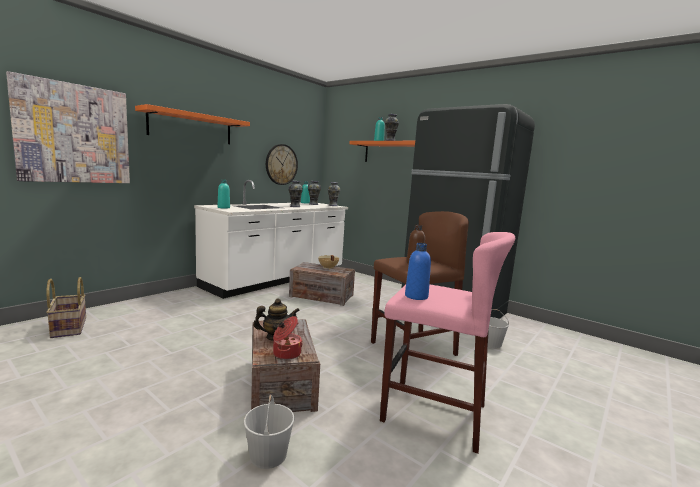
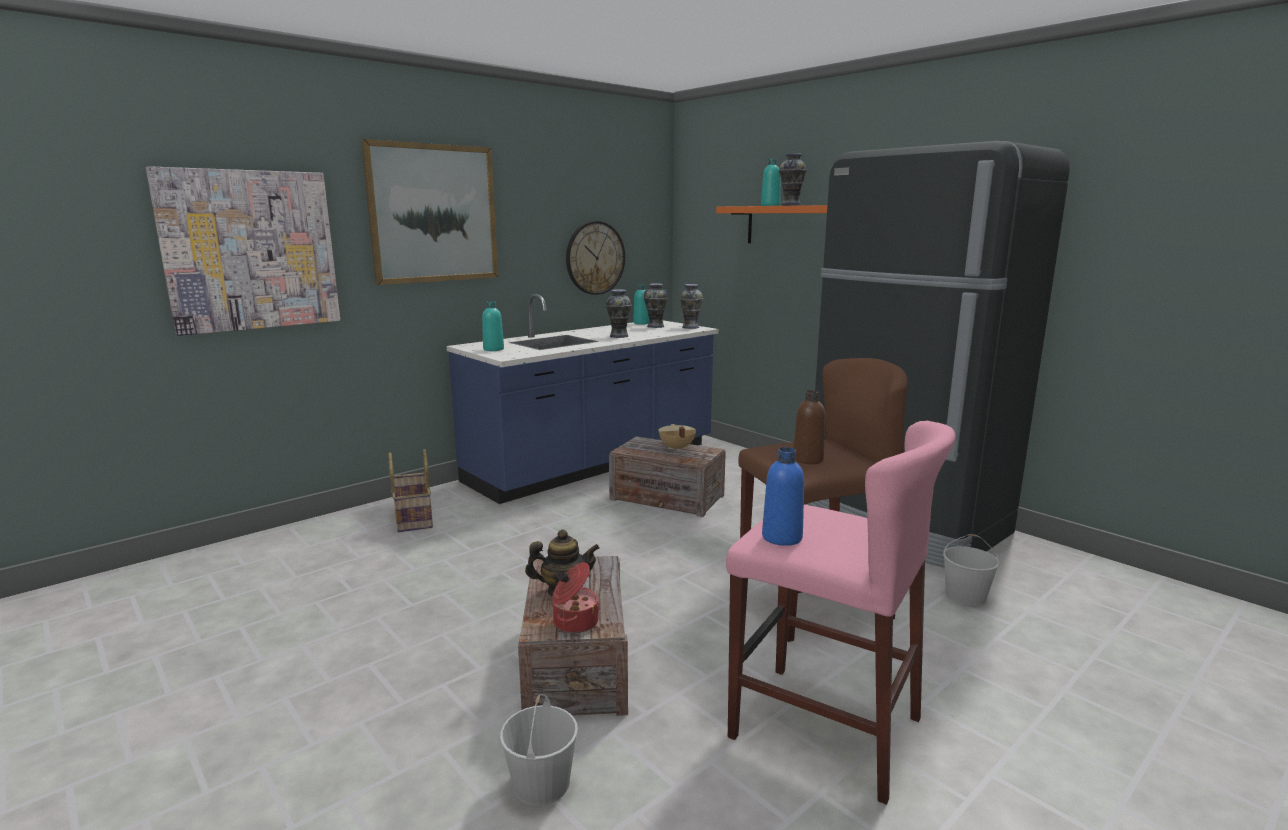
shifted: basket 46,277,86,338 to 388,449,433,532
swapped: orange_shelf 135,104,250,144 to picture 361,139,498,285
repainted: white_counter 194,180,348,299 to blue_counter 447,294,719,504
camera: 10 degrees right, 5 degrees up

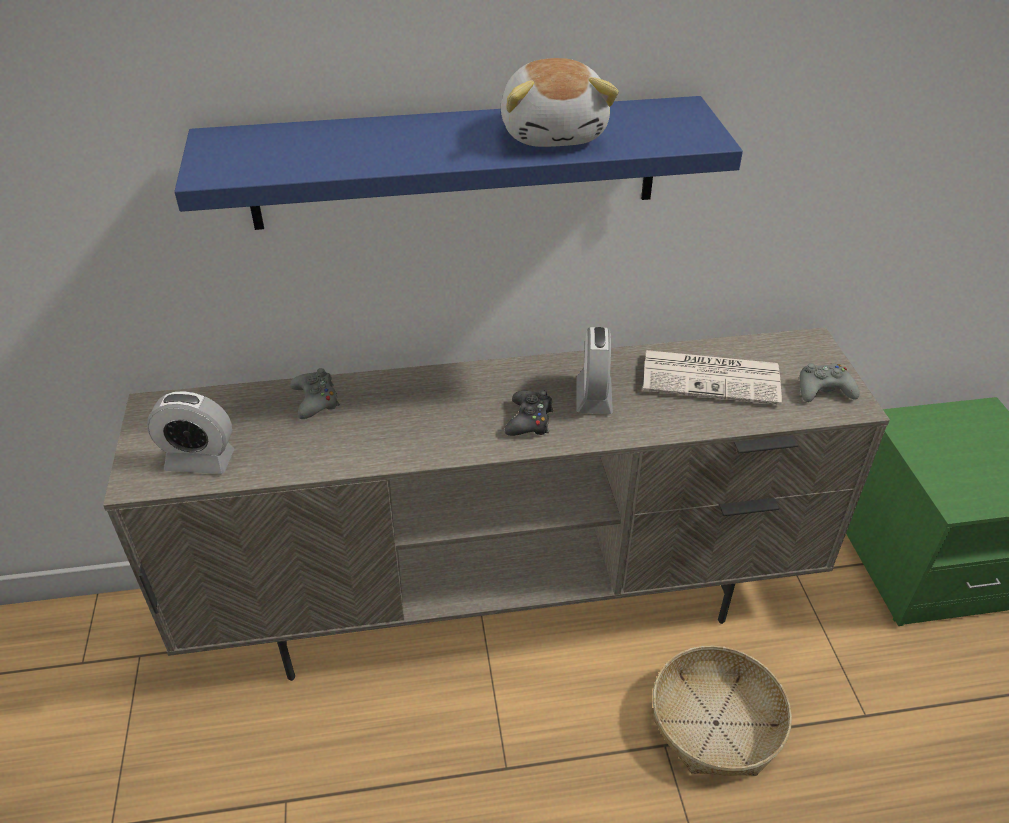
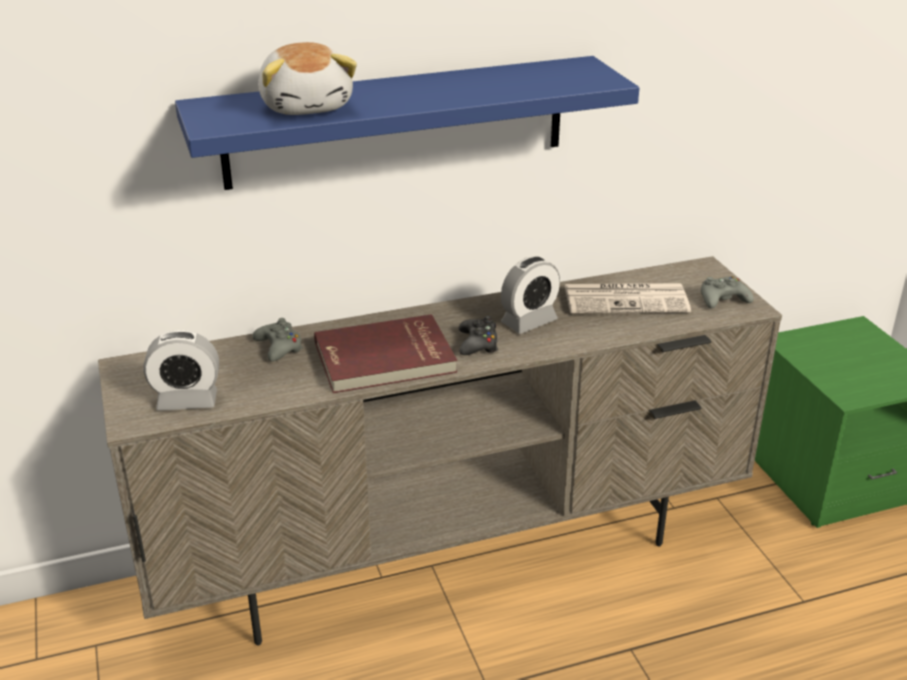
gone: basket 653,645,792,776
new: red_book 314,314,457,393
shifted: plush_toy 501,58,619,147 to 258,42,357,115
rotated: alarm_clock 576,327,613,414 = 501,256,560,334 60 degrees clockwise
camera: 10 degrees left, 10 degrees down

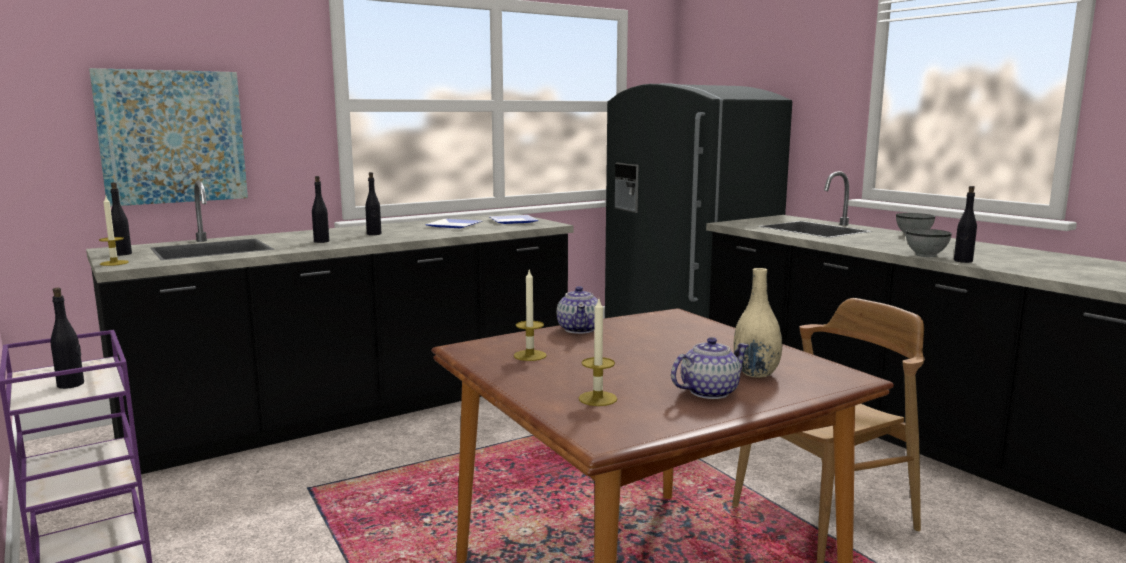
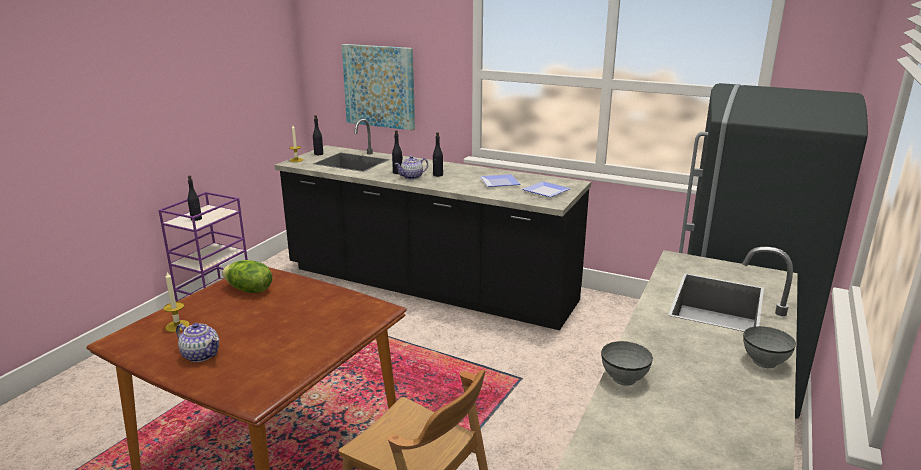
gone: beige_vase 733,268,782,378; black_bottle 954,186,977,263
shifted: teapot 557,286,598,334 to 395,156,428,180
swapped: candle 514,268,546,361 to lettuce 222,260,272,293
camera: 60 degrees right, 10 degrees up

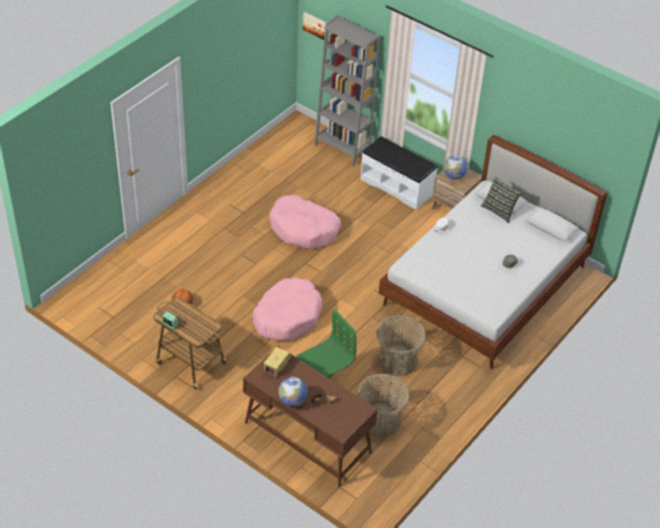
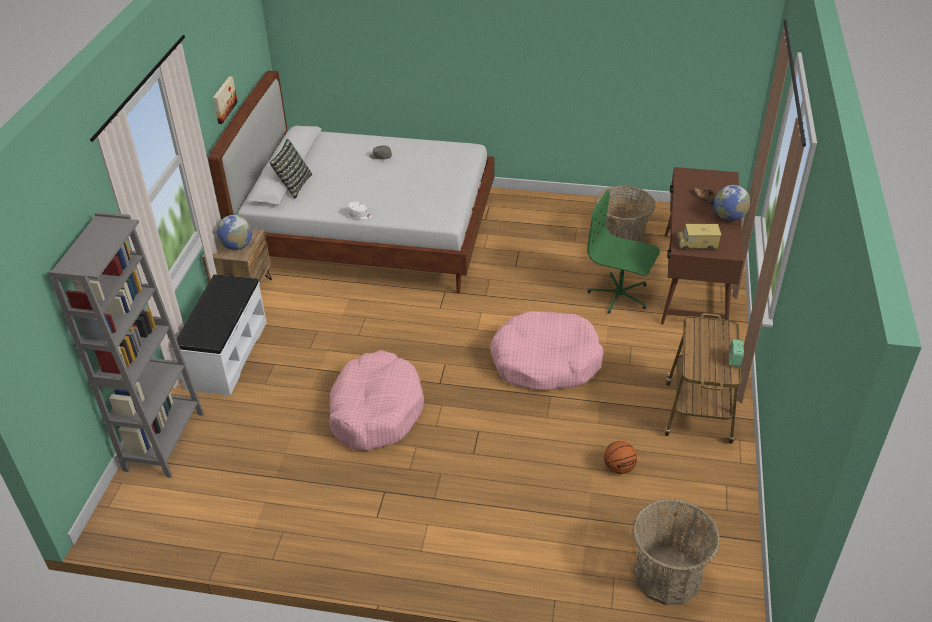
shifted: picture 303,12,326,40 to 213,76,238,124; basket 376,316,426,376 to 632,499,720,605
camera: 115 degrees left, 5 degrees down

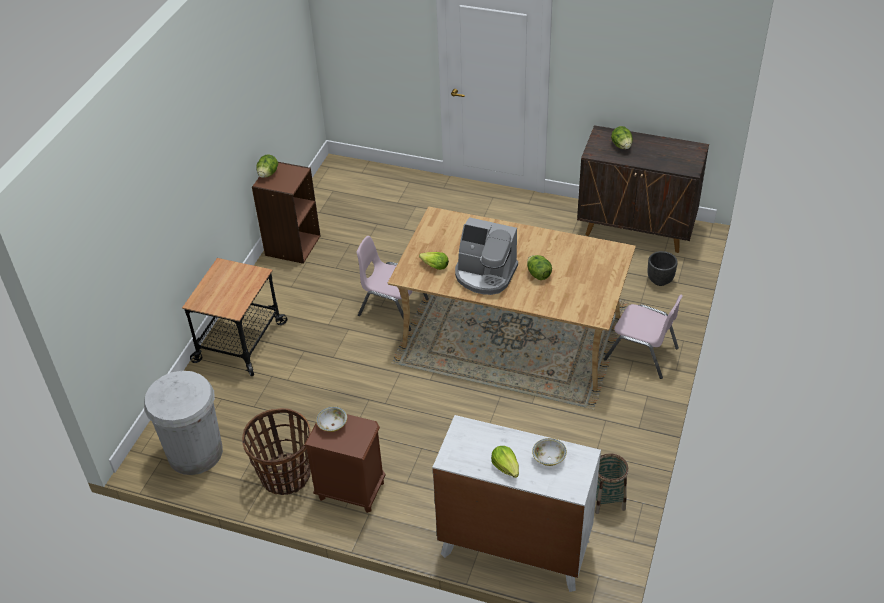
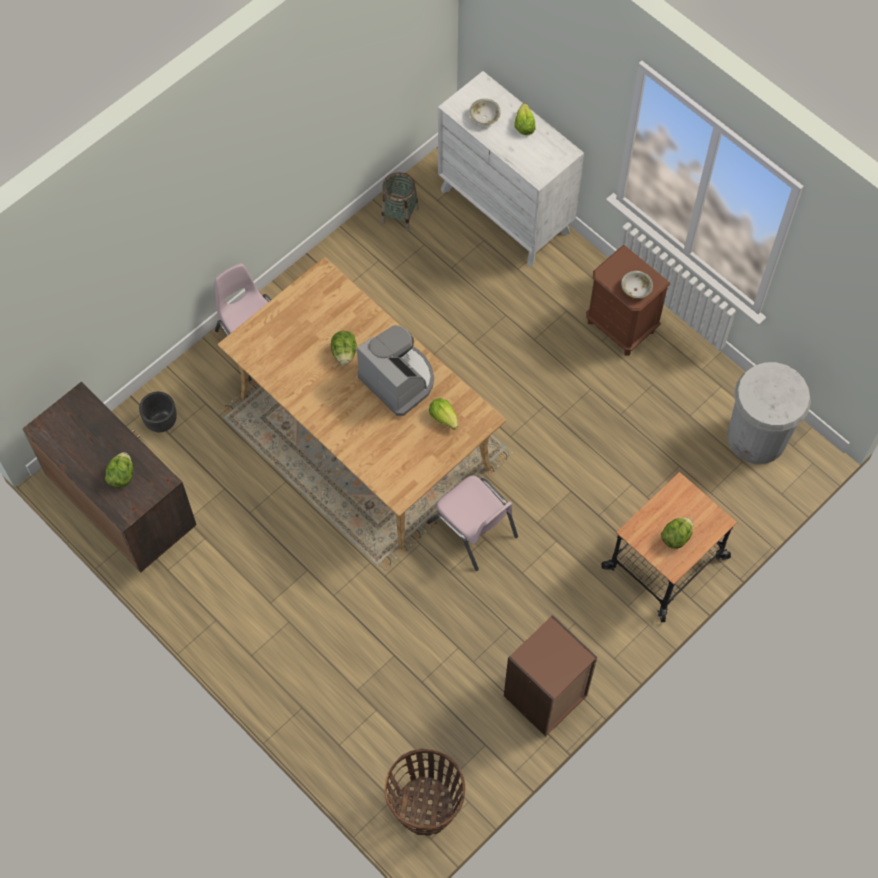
shifted: basket 242,408,311,495 to 384,748,465,836; lettuce 256,155,278,178 to 661,517,693,549
camera: 155 degrees left, 20 degrees up

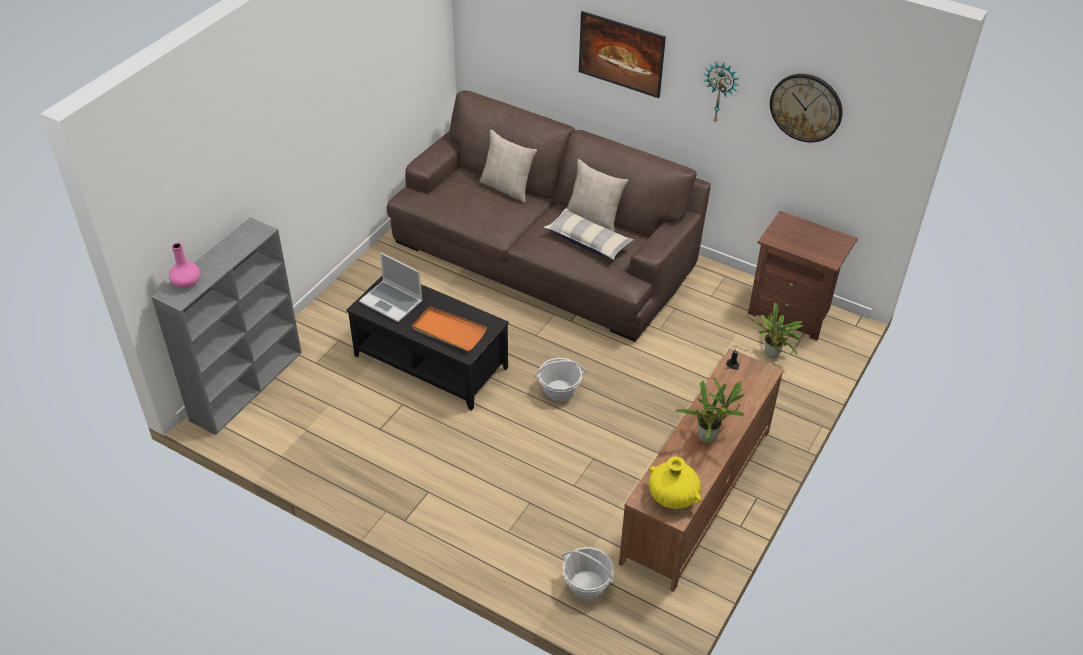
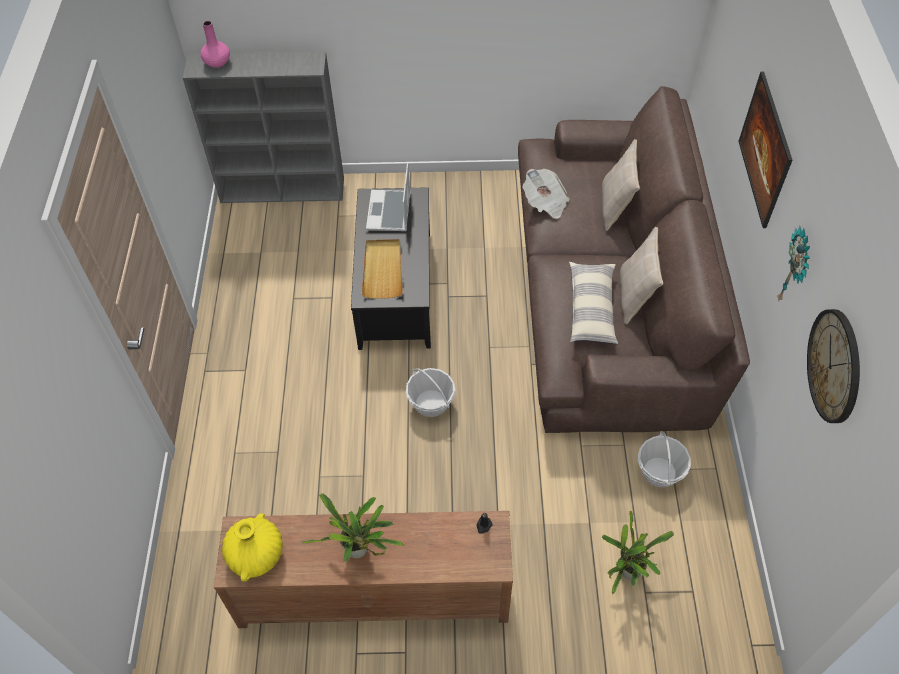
gone: brown_nightstand 748,211,858,341
new: newspaper 523,169,570,219
shifted: basket 562,547,615,599 to 638,431,691,487
repainted: orange_tray 412,306,487,351 to beige_tray 361,239,403,299
camera: 60 degrees right, 10 degrees up

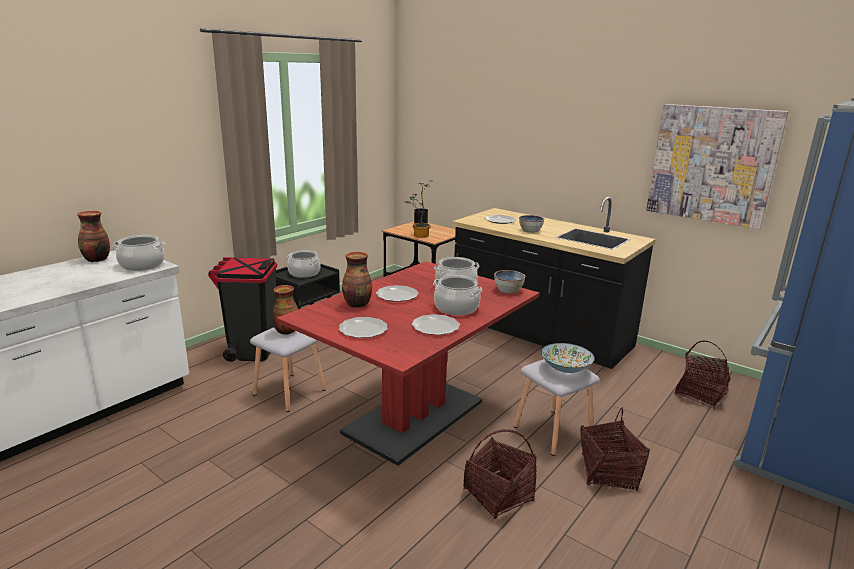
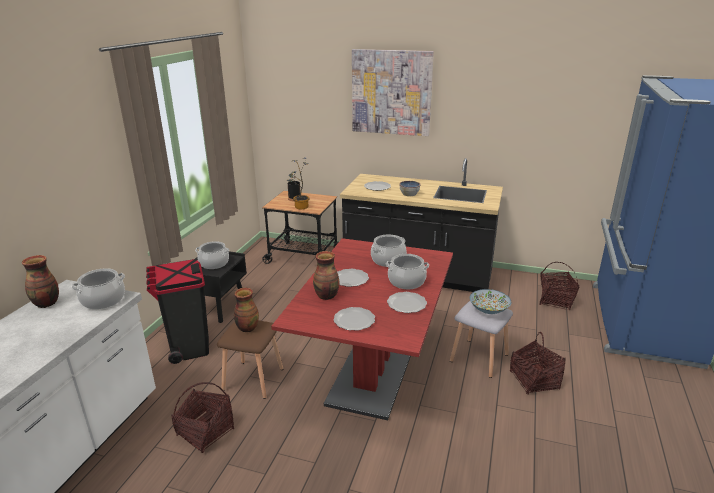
gone: bowl 494,270,525,294
shifted: basket 463,429,537,519 to 171,382,234,453; picture 646,104,788,229 to 352,49,434,136
repainted: grey_stool 250,327,326,412 to brown_stool 217,320,283,399
camera: 20 degrees left, 5 degrees up

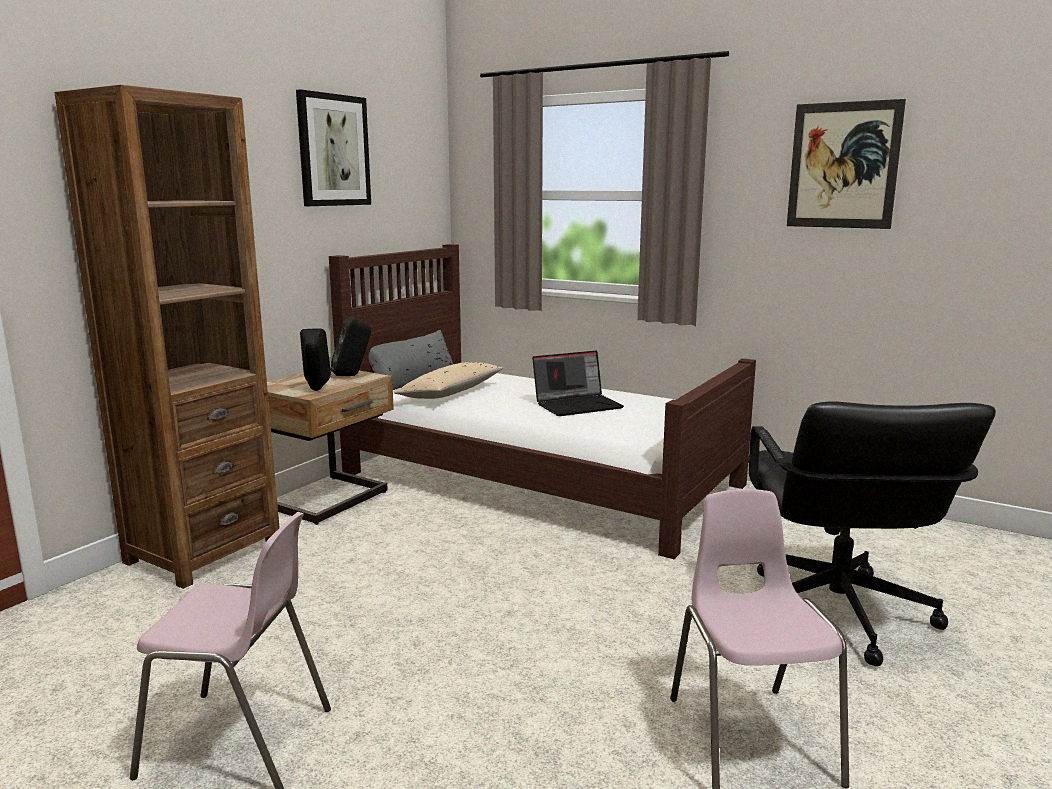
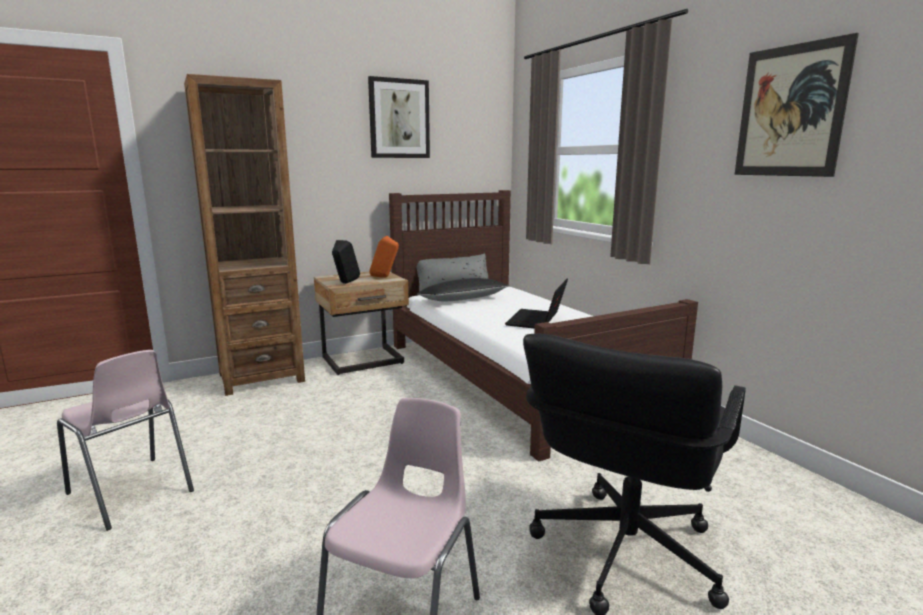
repainted: black_speaker 331,316,371,376 to orange_speaker 369,236,399,278; beige_pillow 394,362,504,399 to black_pillow 417,278,509,301
rotated: laptop 532,350,624,416 = 505,279,568,329 105 degrees clockwise
camera: 30 degrees right, 0 degrees up

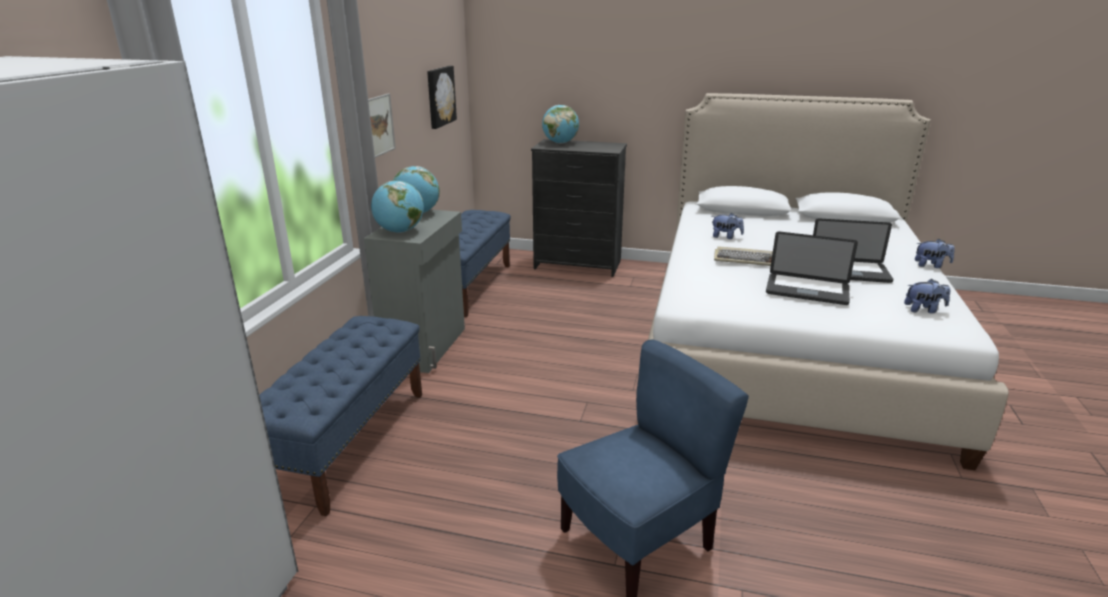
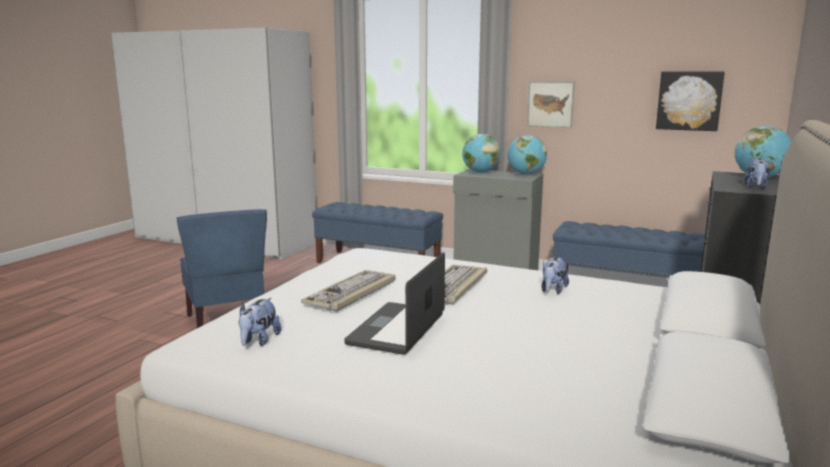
shifted: plush_toy 915,239,955,268 to 744,158,770,189
swapped: laptop 766,231,858,305 to keyboard 301,270,396,312
camera: 100 degrees right, 10 degrees down

